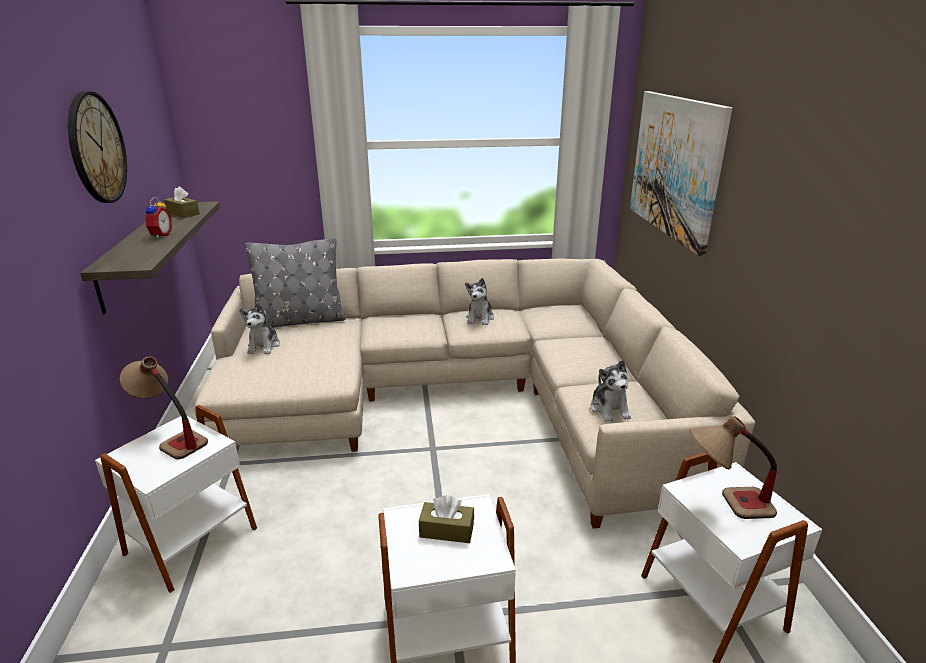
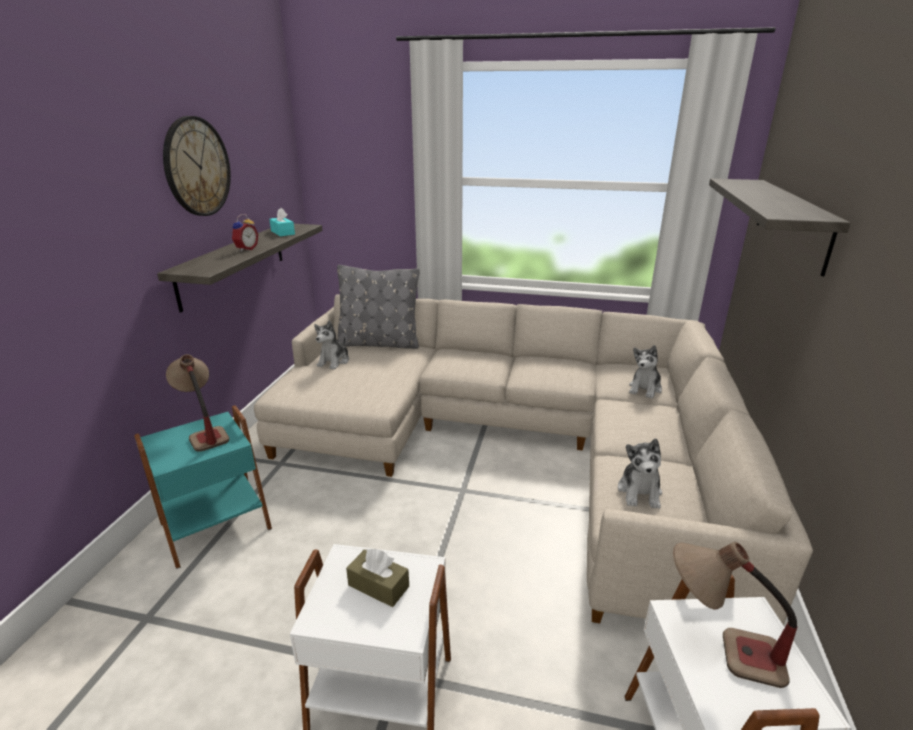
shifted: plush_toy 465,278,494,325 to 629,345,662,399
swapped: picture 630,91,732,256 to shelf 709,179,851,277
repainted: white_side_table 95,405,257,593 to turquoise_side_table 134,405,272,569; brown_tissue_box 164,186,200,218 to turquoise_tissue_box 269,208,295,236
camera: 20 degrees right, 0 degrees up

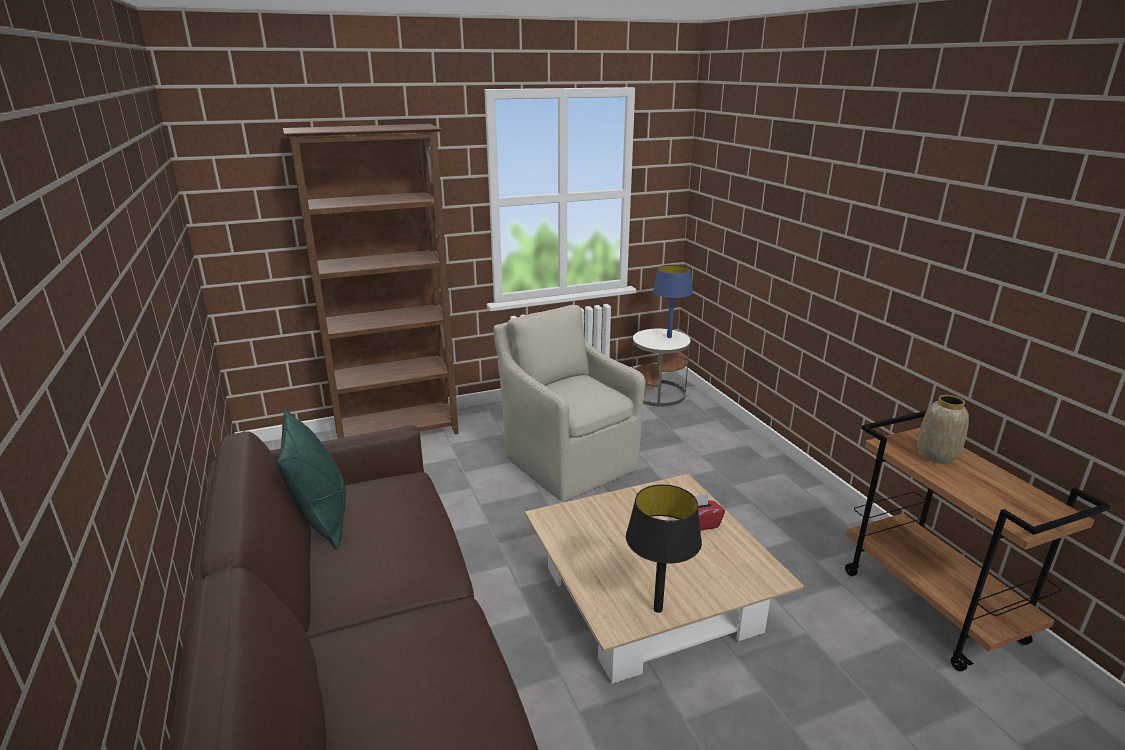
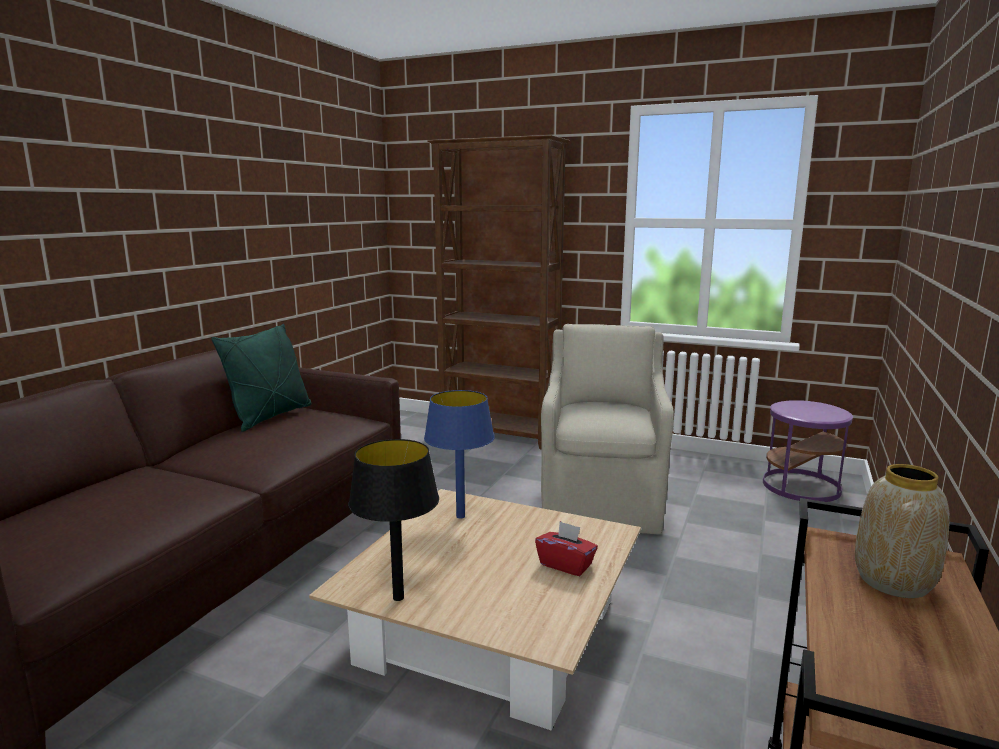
shifted: blue_table_lamp 653,265,693,338 to 424,390,495,519
repainted: white_side_table 632,329,691,407 to purple_side_table 763,400,853,502
camera: 45 degrees right, 10 degrees down

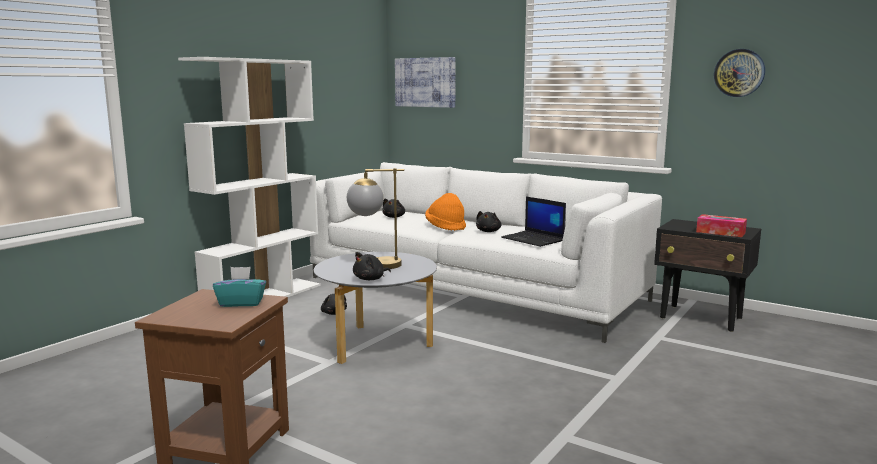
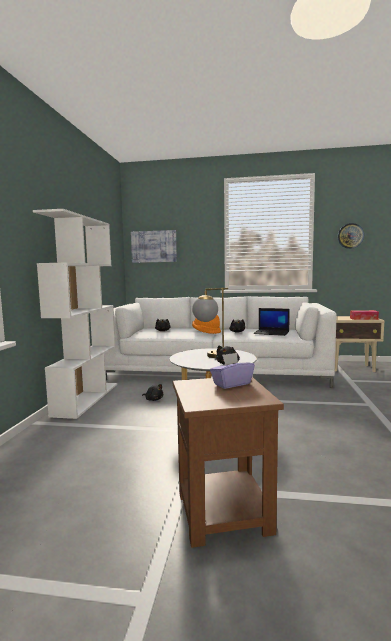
repainted: turquoise_tissue_box 213,267,266,307 to purple_tissue_box 210,353,255,389; black_side_table 654,219,761,332 to beige_side_table 335,316,384,372
camera: 25 degrees left, 5 degrees down

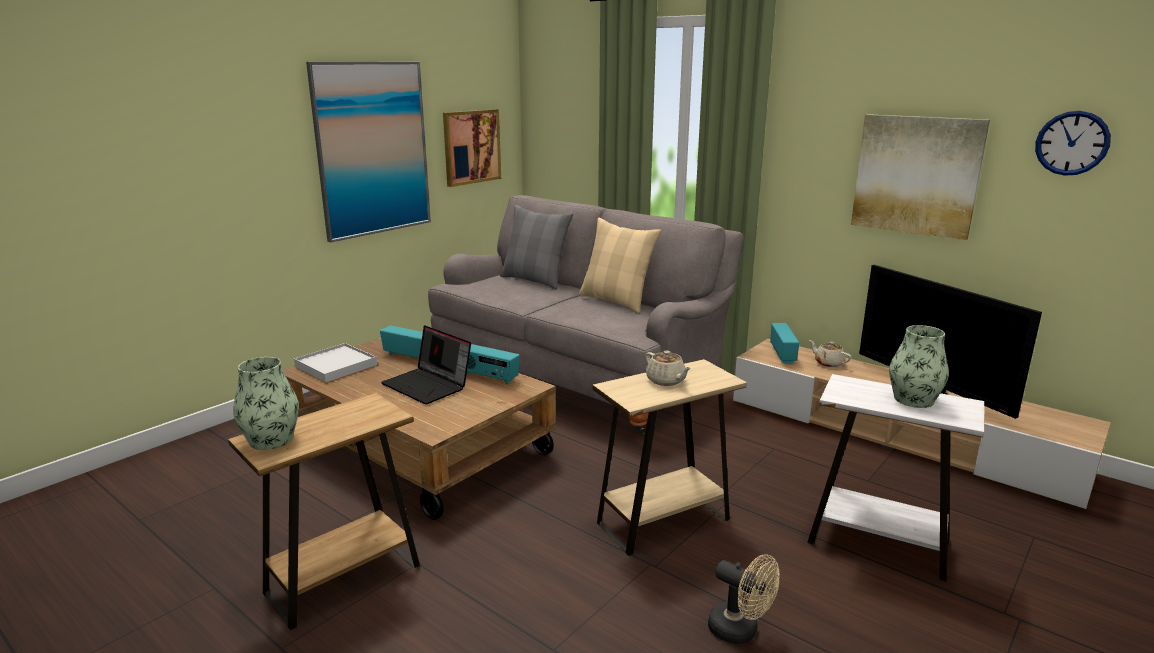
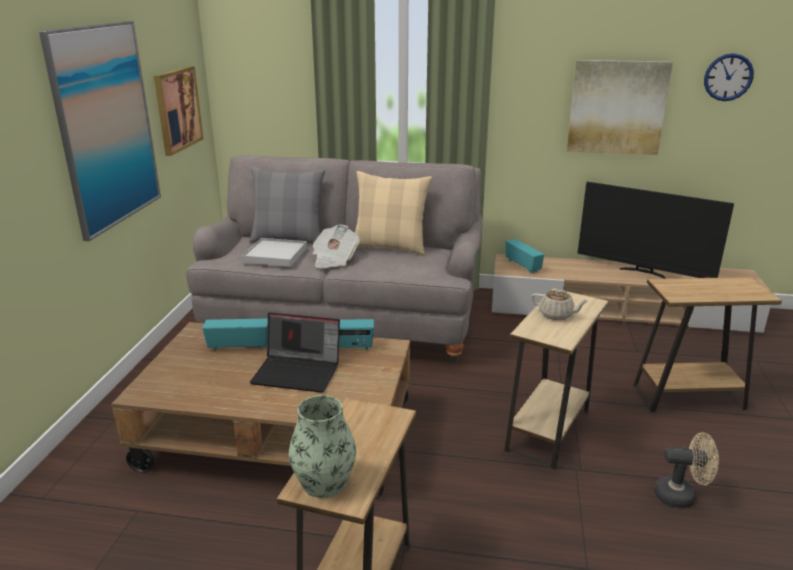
gone: beige_teapot 809,340,852,367; vase 889,325,949,408
new: newspaper 312,225,360,268
shifted: white_tray 294,343,377,382 to 242,238,307,267
repainted: white_side_table 807,374,984,581 to brown_side_table 633,277,782,412
camera: 30 degrees left, 5 degrees up

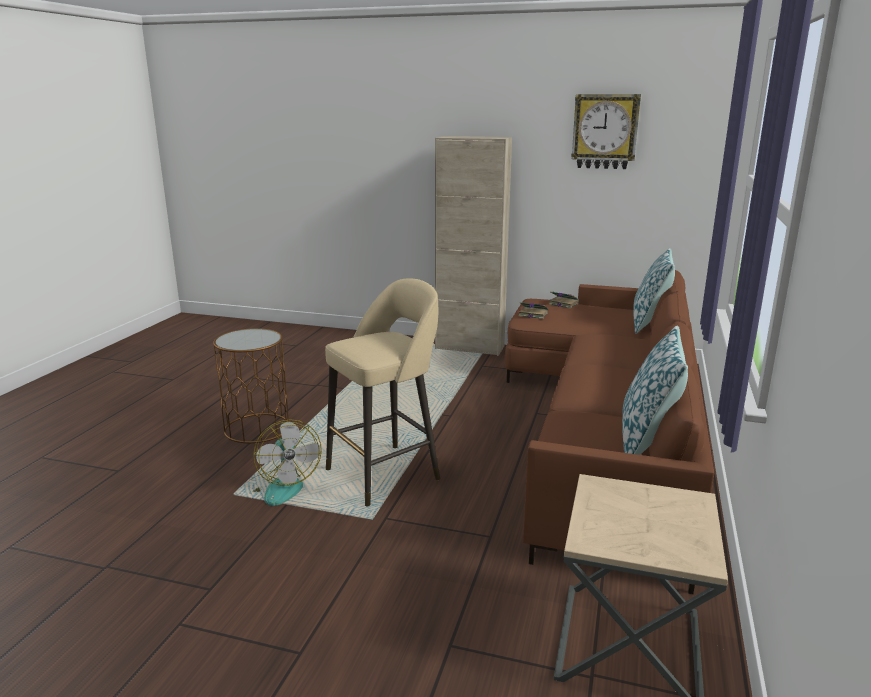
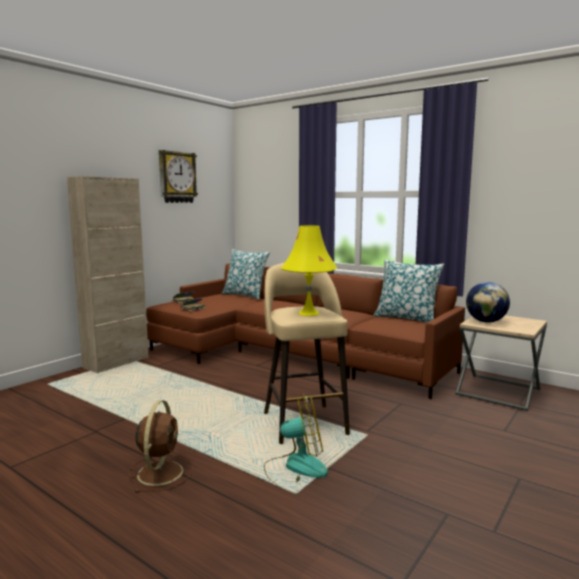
new: yellow_table_lamp 281,226,337,316; globe 466,282,510,323
swapped: brown_side_table 213,328,289,443 to brown_fan 129,400,193,493
camera: 70 degrees left, 10 degrees down

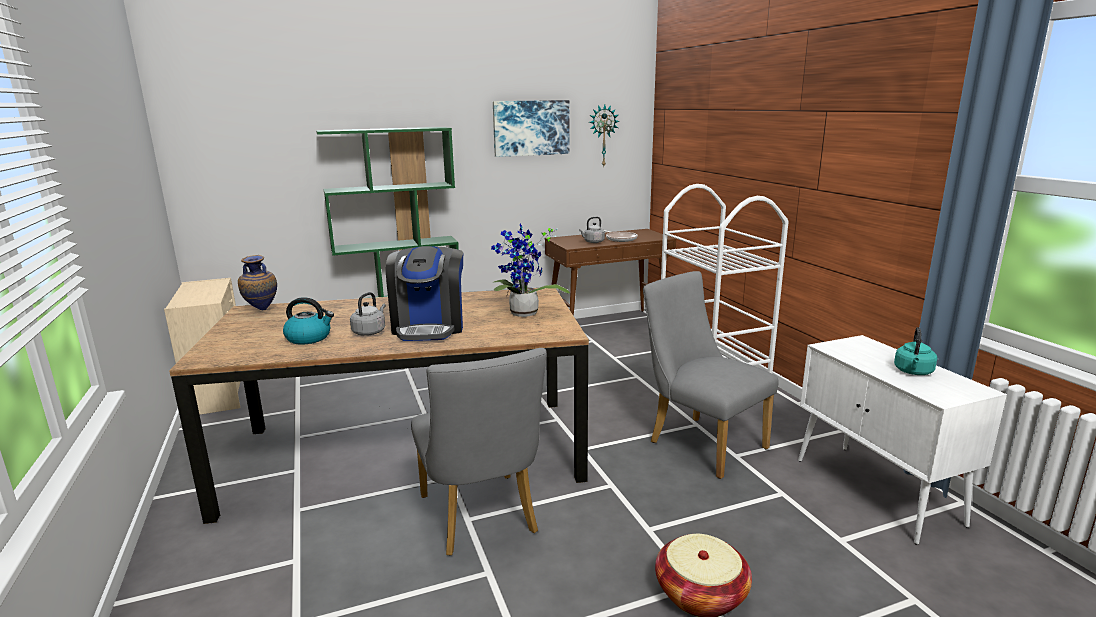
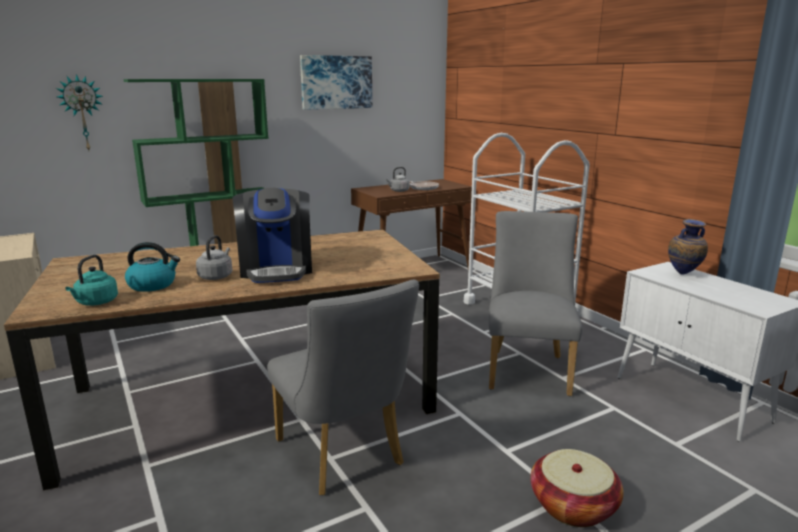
gone: potted_plant 491,223,570,317
shifted: vase 238,255,277,310 to 668,219,708,275; wall_clock 589,104,620,166 to 56,74,103,150; turquoise_kettle 894,327,937,375 to 65,255,118,306
rotated: grey_chair 643,271,779,479 = 489,211,582,396 60 degrees clockwise
camera: 10 degrees left, 0 degrees up

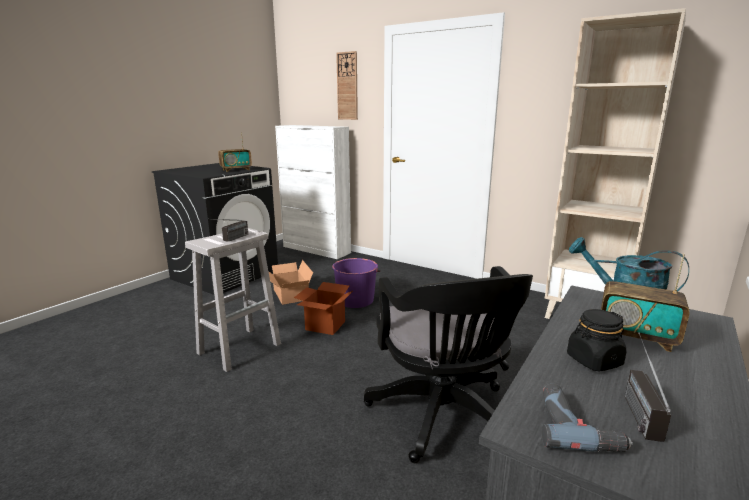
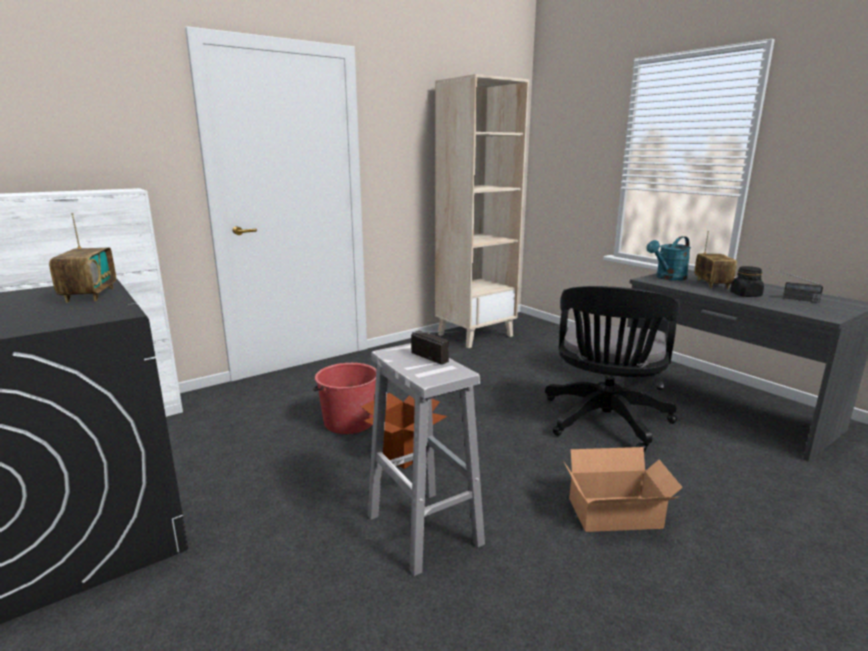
gone: wall_clock 336,51,358,120; power_drill 542,384,633,452
shifted: cardboard_box 268,260,313,305 to 564,447,683,532
repainted: purple_bucket 332,258,380,308 to red_bucket 313,363,376,434
rotated: black_office_chair 364,266,533,463 = 545,286,680,452 105 degrees clockwise; radio 601,253,690,352 = 694,231,737,289 45 degrees counterclockwise
camera: 70 degrees left, 0 degrees up

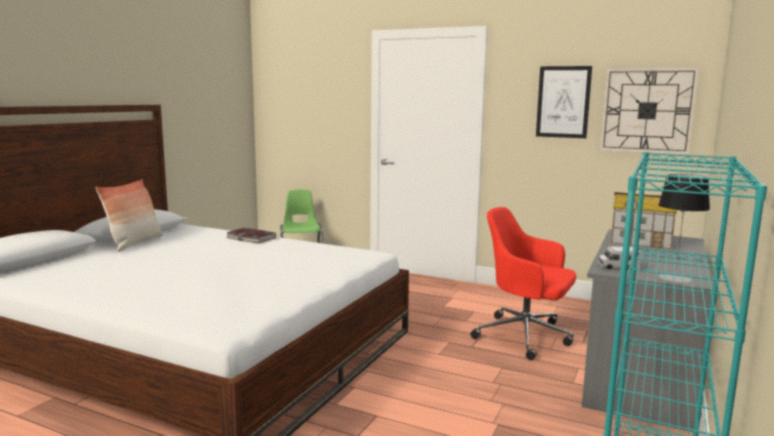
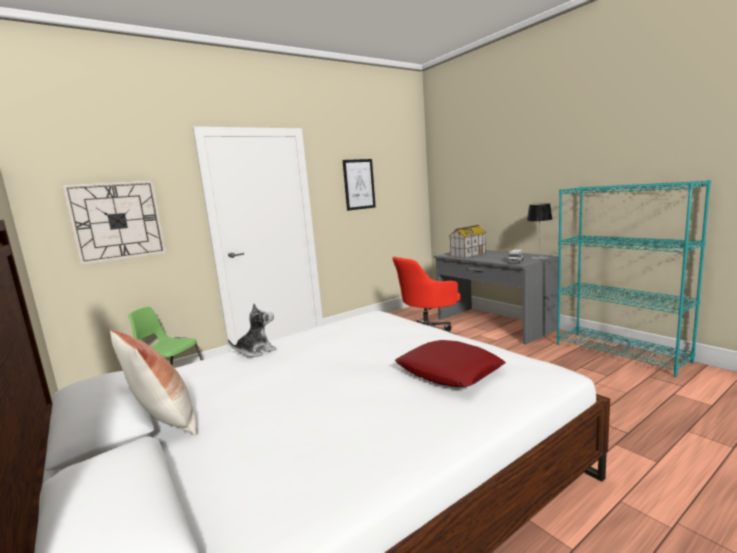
new: red_pillow 395,340,506,387
shifted: wall_clock 600,68,699,155 to 62,180,166,265
swapped: book 226,228,276,243 to plush_toy 228,304,276,357
camera: 60 degrees left, 0 degrees up

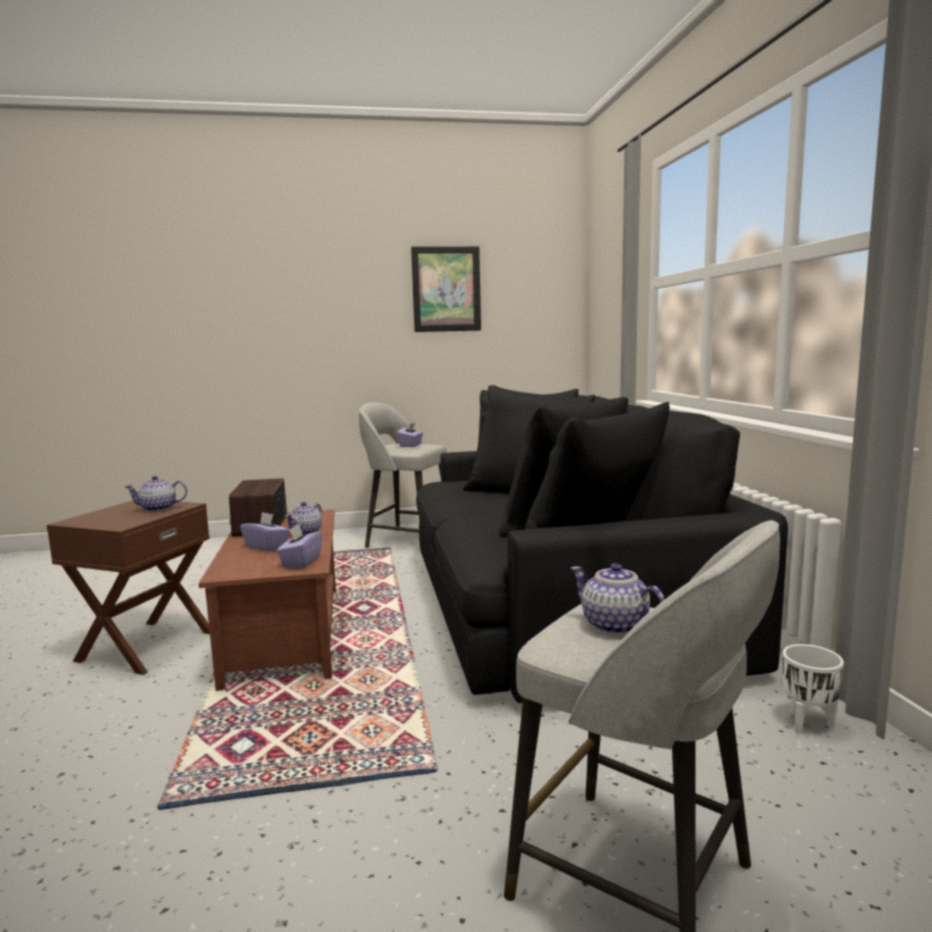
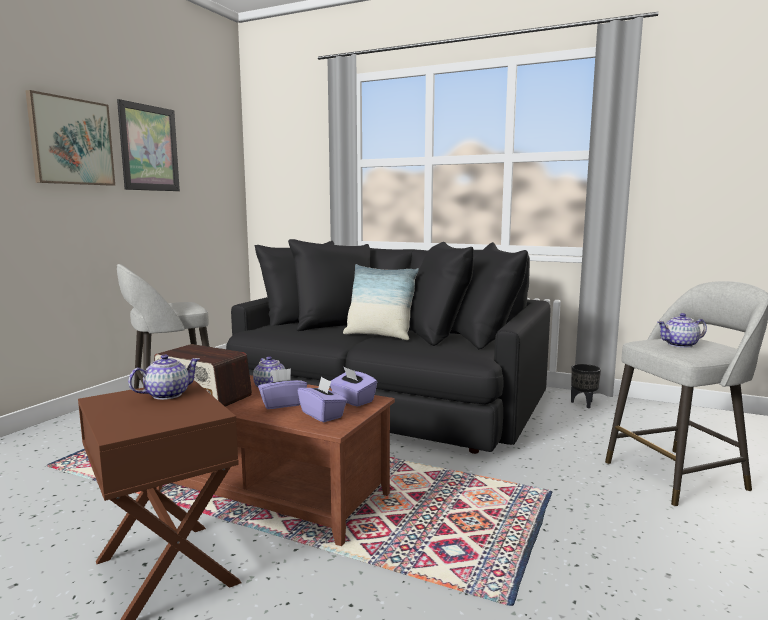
new: picture 26,90,115,186; pillow 343,264,419,340
shifted: purple_tissue_box 397,423,423,447 to 298,377,347,422
repainted: white_planter 782,644,844,733 to black_planter 571,364,601,408
rotated: teapot 124,476,187,512 = 128,354,200,400 150 degrees counterclockwise
camera: 55 degrees left, 0 degrees up

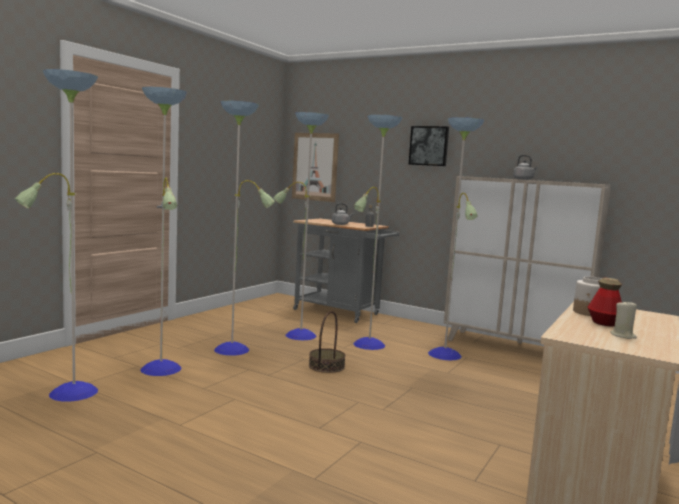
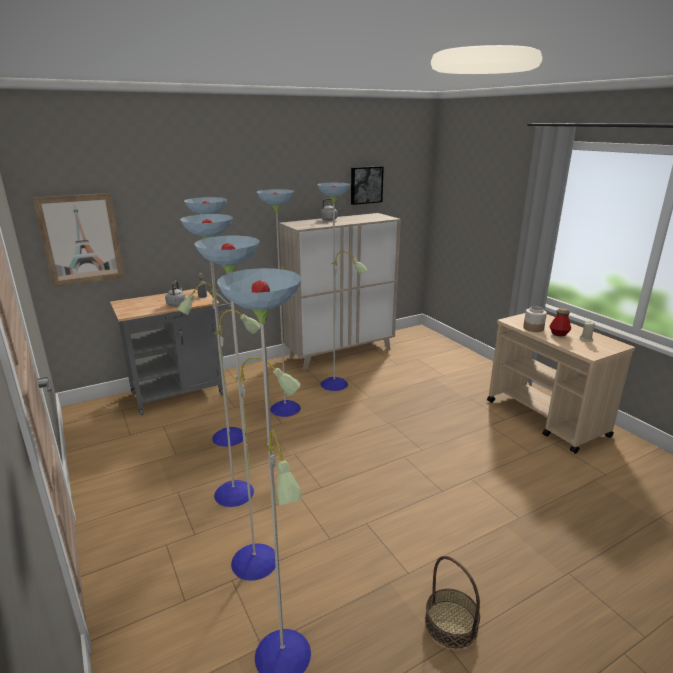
shifted: basket 309,311,346,373 to 425,556,480,648; picture 409,126,449,166 to 351,166,384,205
camera: 60 degrees left, 15 degrees up

